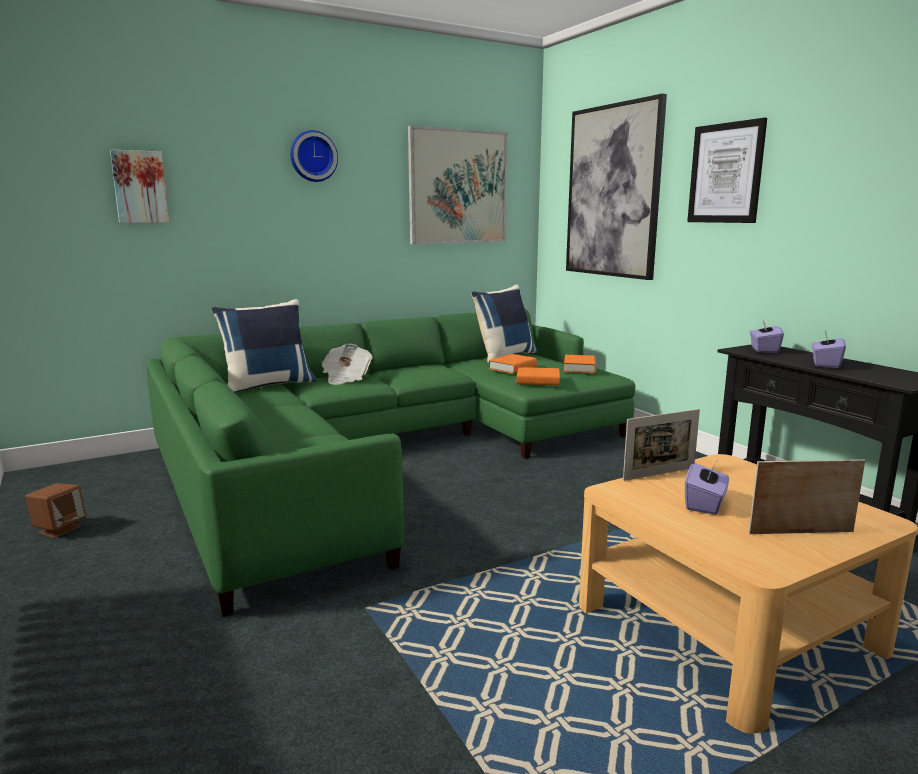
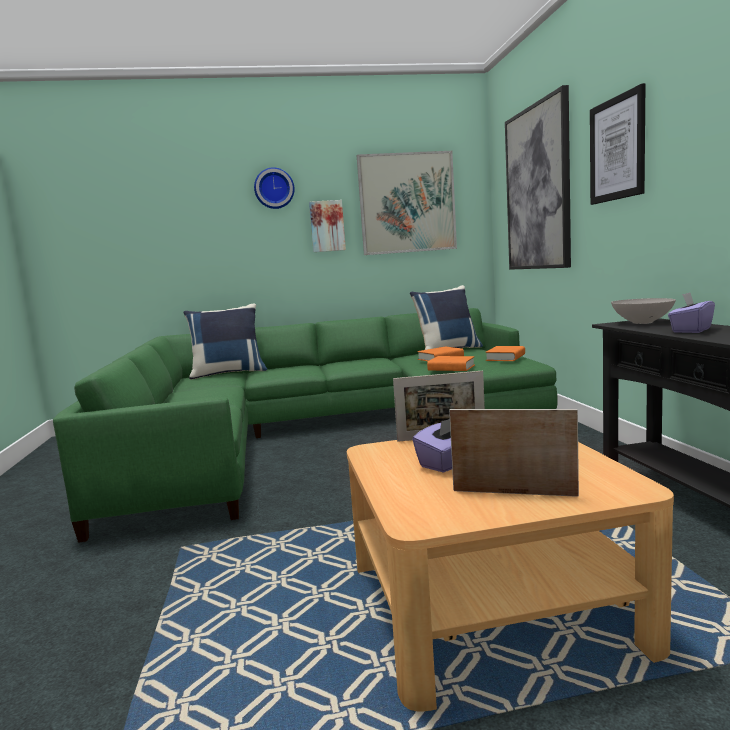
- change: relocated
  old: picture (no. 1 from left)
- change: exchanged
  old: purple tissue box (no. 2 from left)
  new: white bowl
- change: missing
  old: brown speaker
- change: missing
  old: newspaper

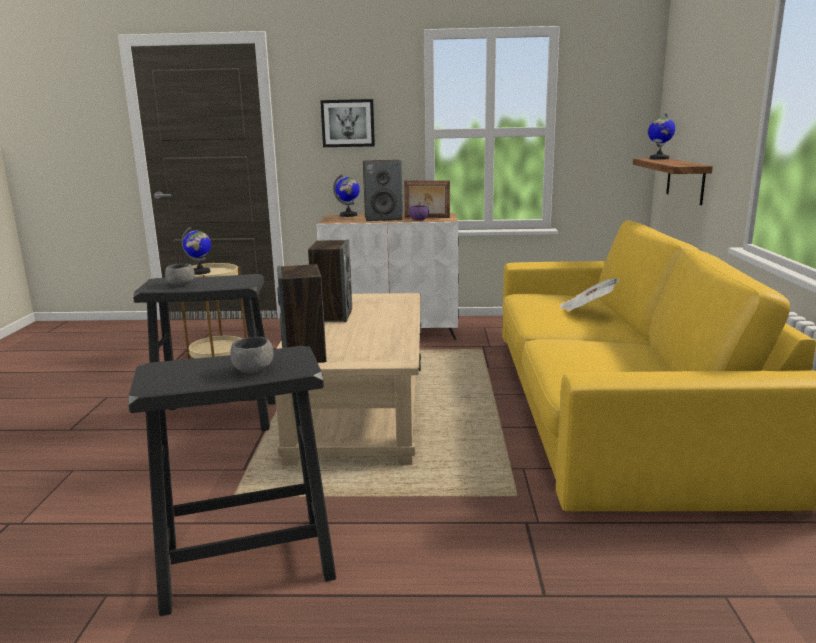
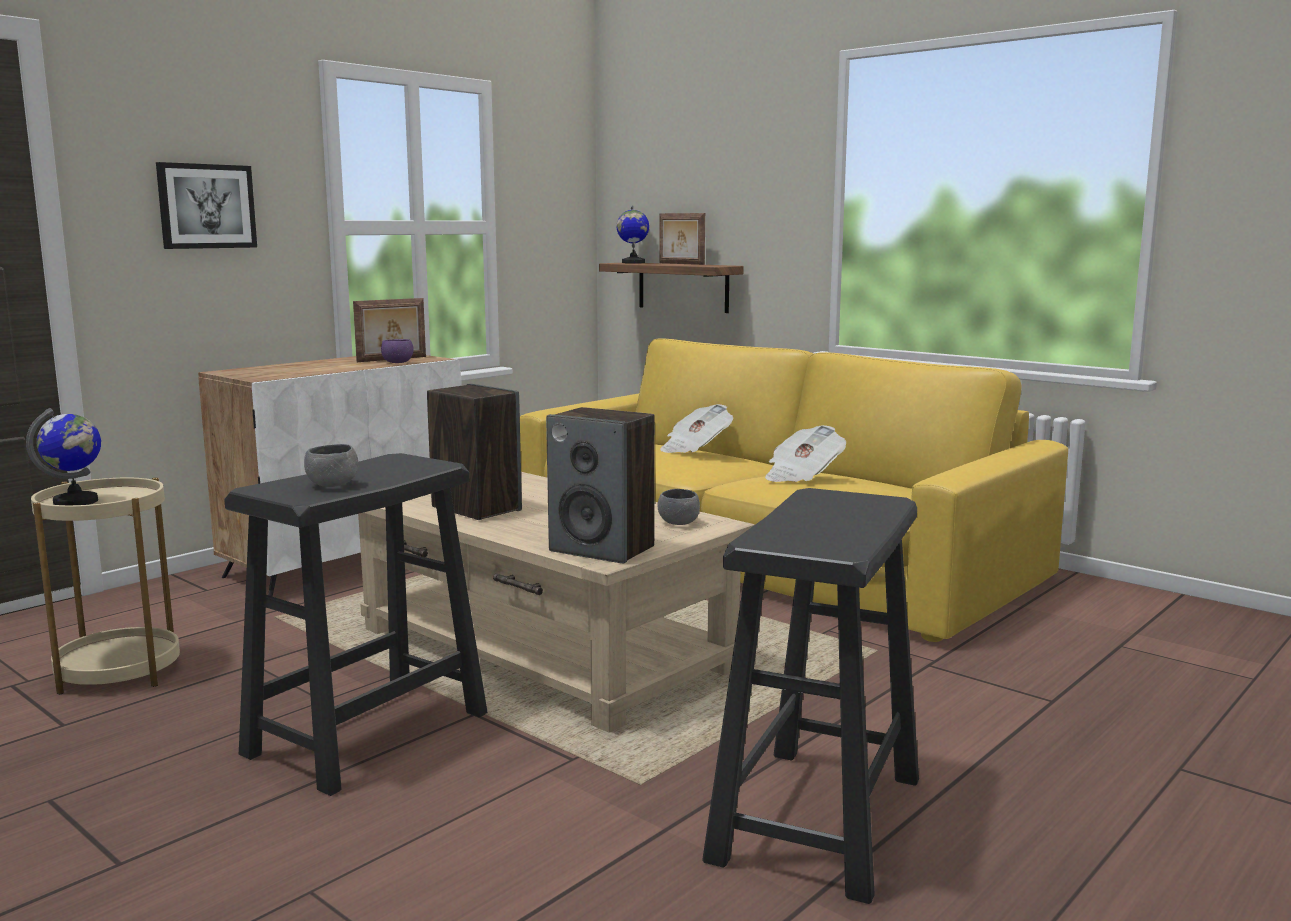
- change: relocated
  old: grey bowl (no. 2 from left)
- change: appeared
  new: picture frame (no. 2 from left)
- change: appeared
  new: newspaper (no. 2 from left)
- change: missing
  old: globe (no. 2 from left)
- change: missing
  old: speaker (no. 3 from left)

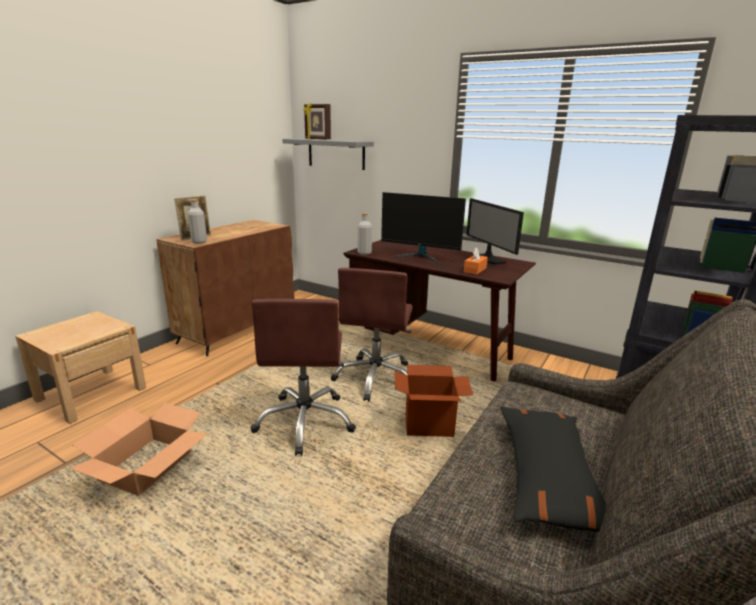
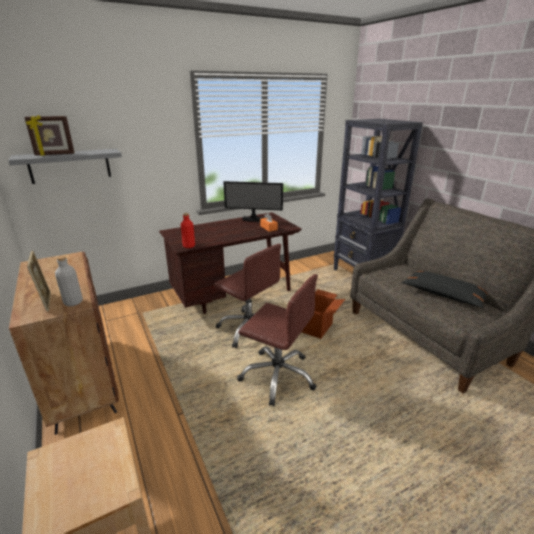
- change: colour
  old: grey bottle (no. 2 from left)
  new: red bottle
- change: missing
  old: cardboard box (no. 1 from left)
- change: missing
  old: monitor (no. 1 from left)

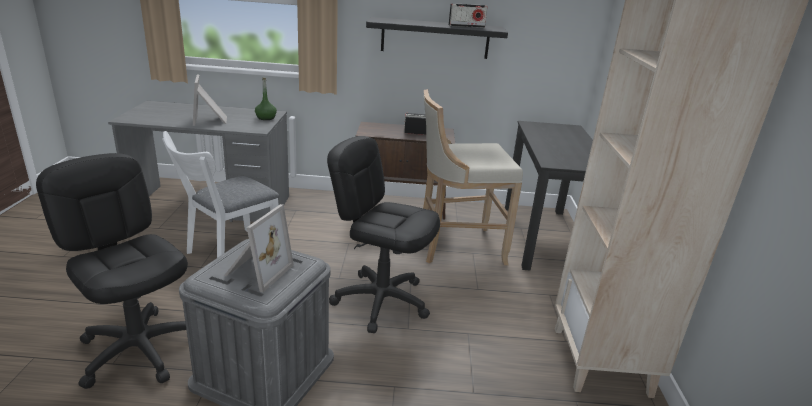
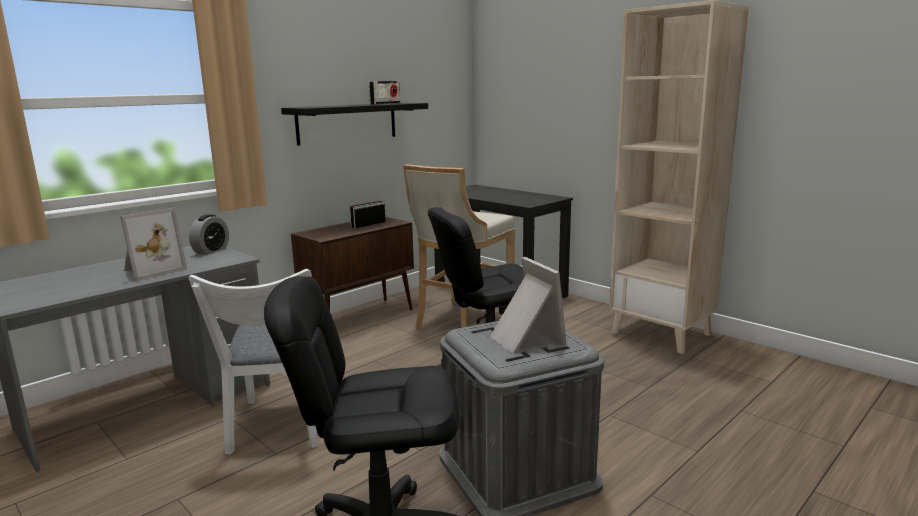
- change: spun
  old: picture frame (no. 1 from left)
  degrees: -75
- change: exchanged
  old: green bottle
  new: alarm clock

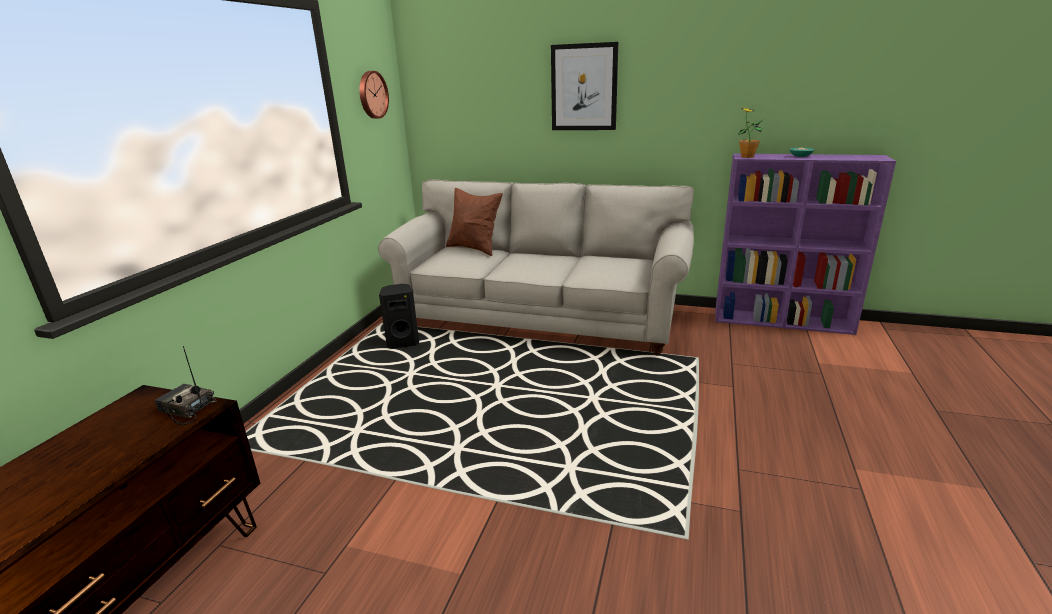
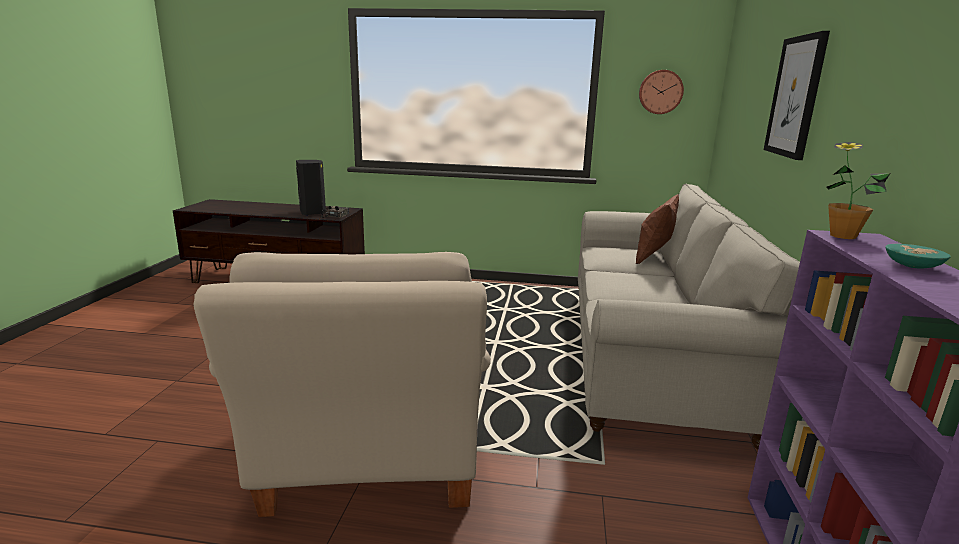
- change: appeared
  new: beige armchair
- change: relocated
  old: black speaker

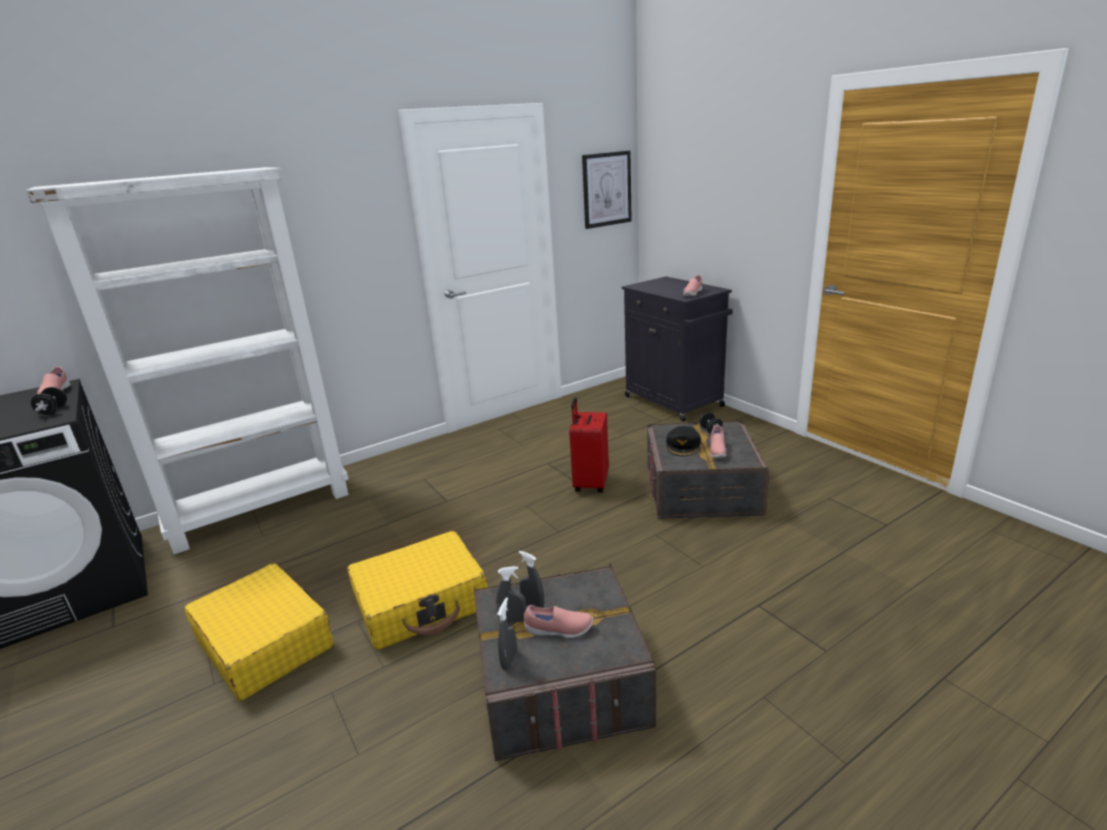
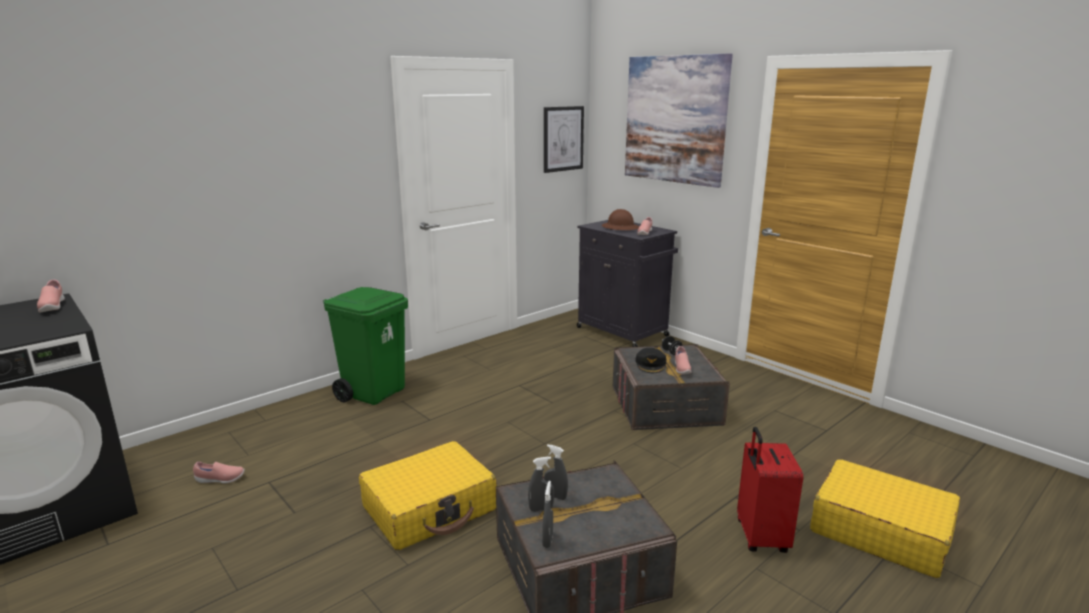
- change: relocated
  old: pink shoe (no. 2 from left)
- change: appeared
  new: green trash can
- change: appeared
  new: brown hard hat
- change: appeared
  new: picture (no. 2 from left)
- change: relocated
  old: red suitcase
- change: relocated
  old: yellow suitcase (no. 1 from left in the first image)
  new: yellow suitcase (no. 2 from left)
- change: missing
  old: white bookcase
- change: missing
  old: black dumbbell (no. 1 from left)

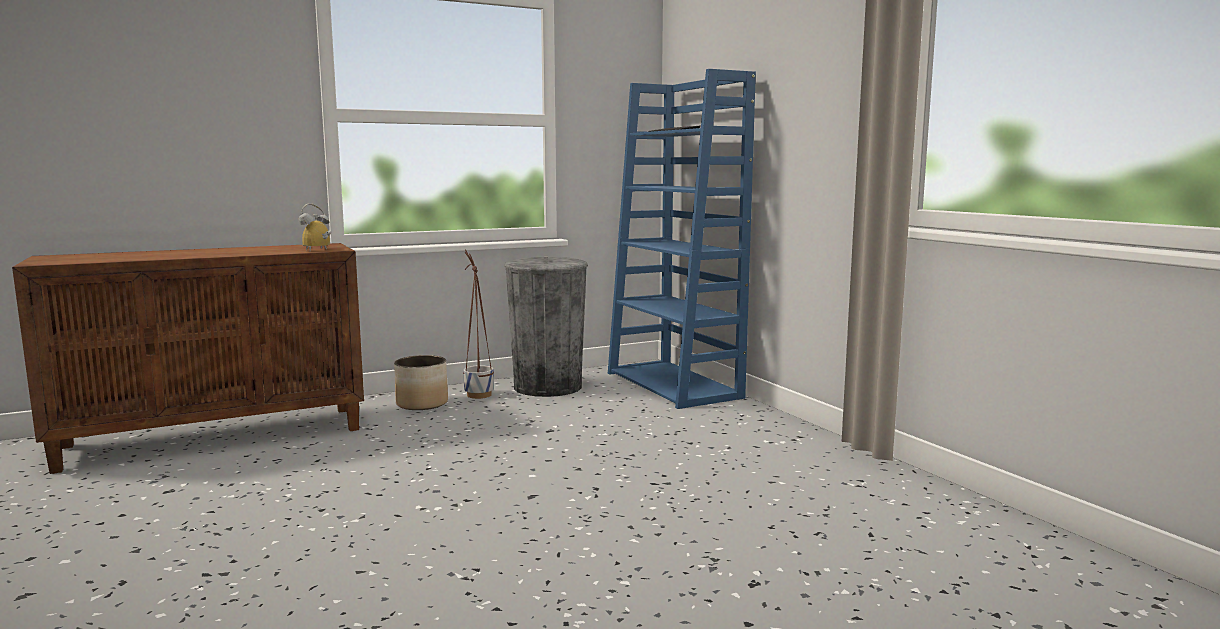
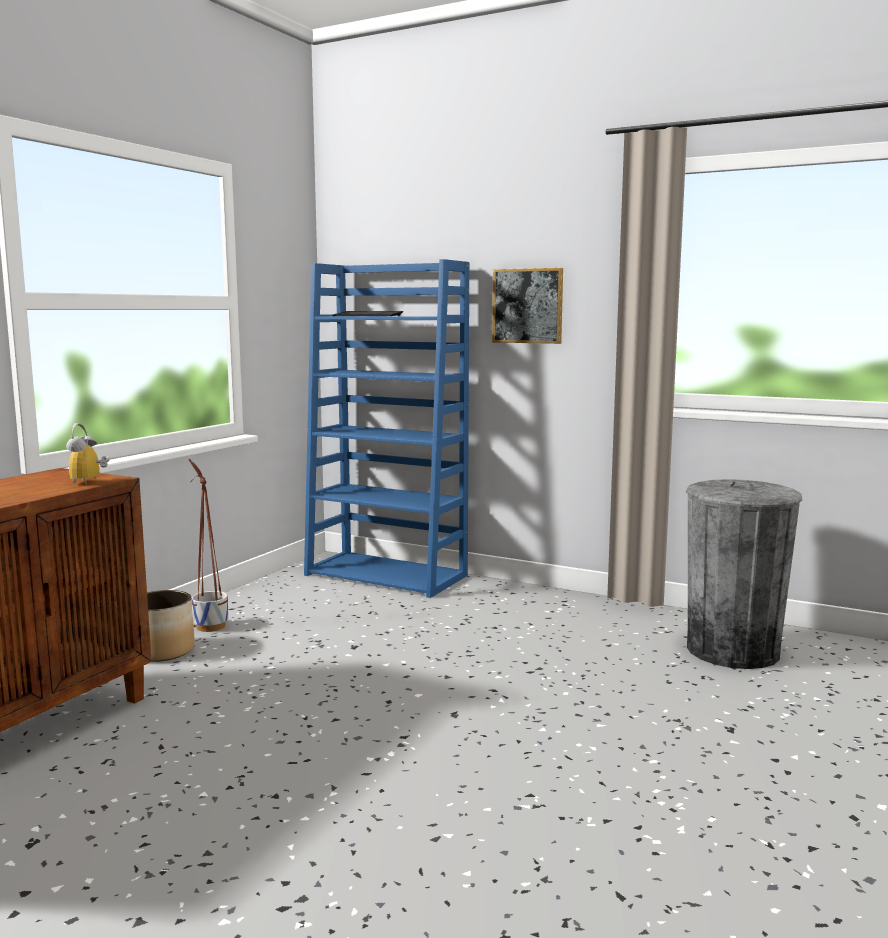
- change: appeared
  new: picture
- change: relocated
  old: grey trash can

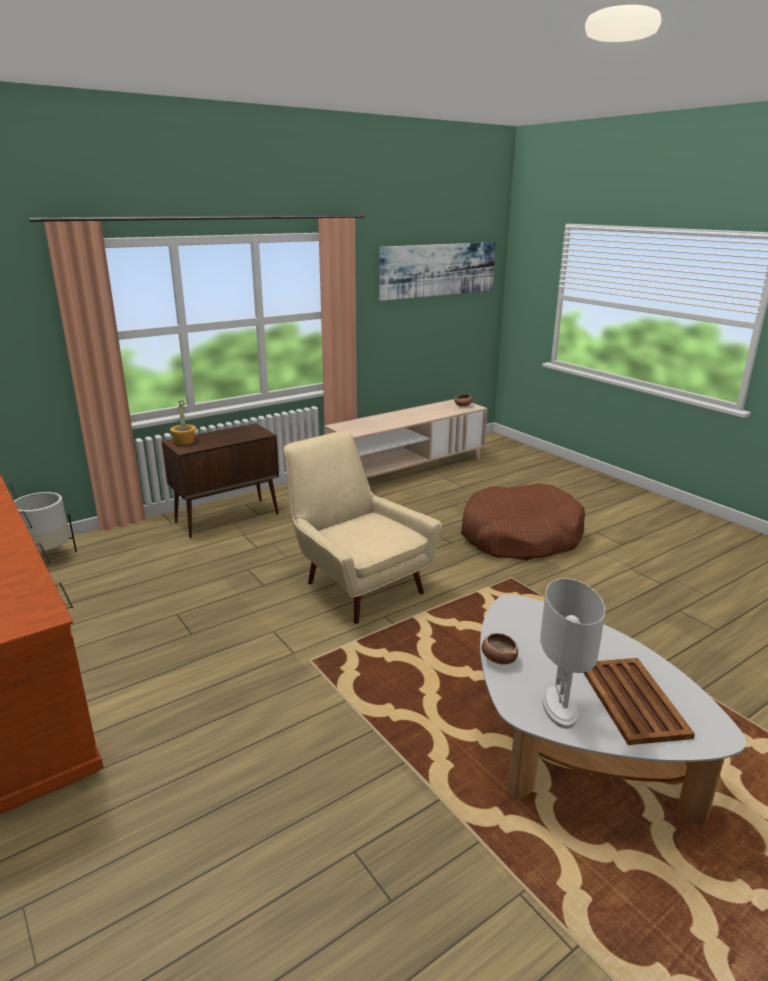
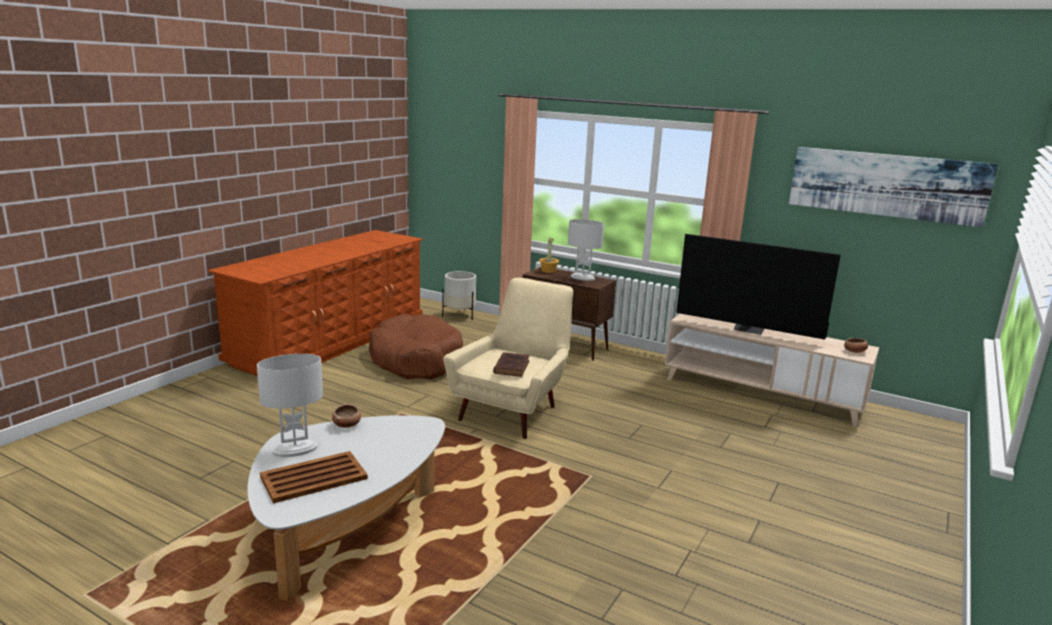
- change: relocated
  old: brown dog bed
- change: appeared
  new: brown book
- change: appeared
  new: white table lamp (no. 2 from left)
- change: appeared
  new: television

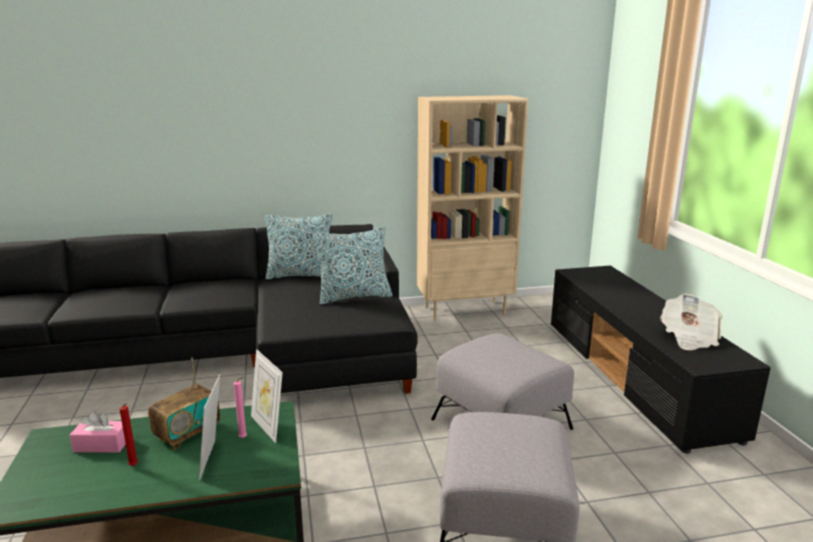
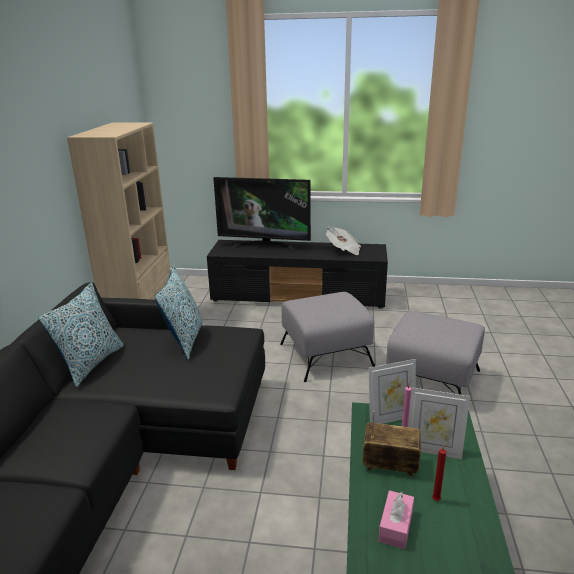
- change: appeared
  new: television
- change: spun
  old: radio
  degrees: -45

